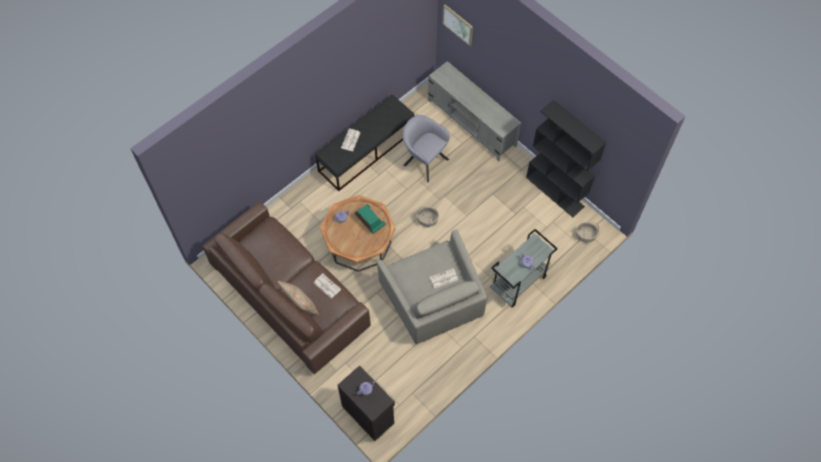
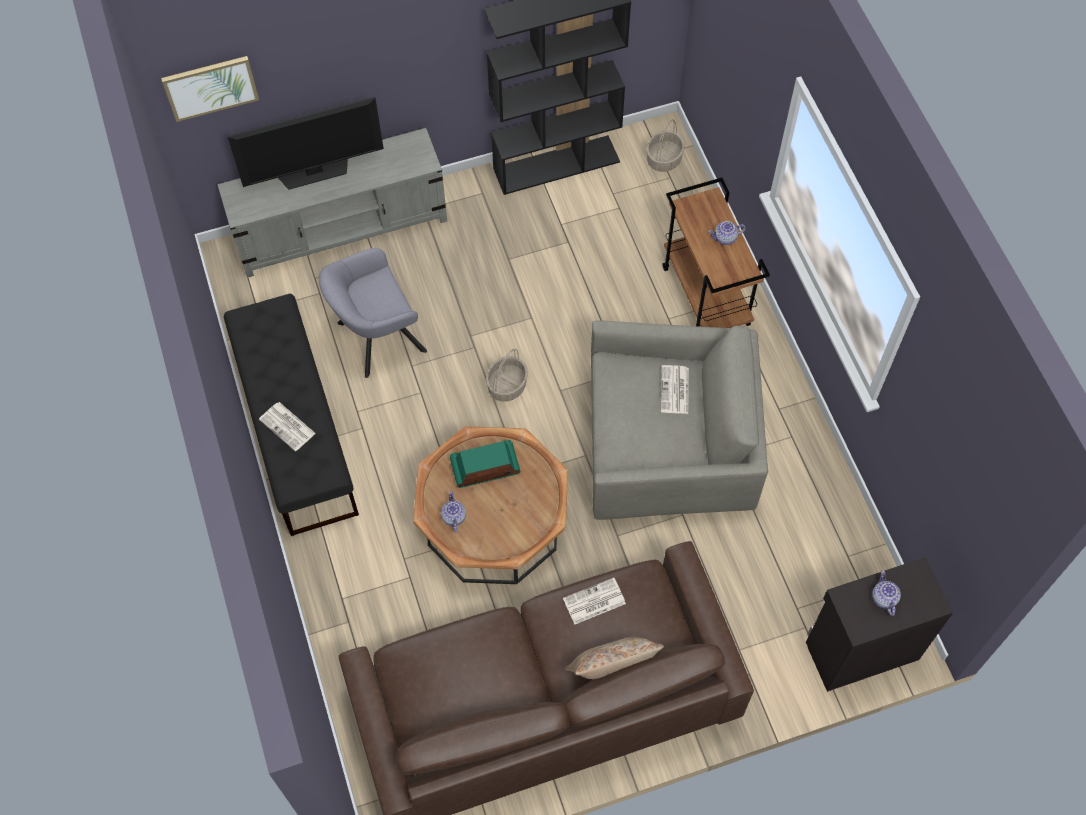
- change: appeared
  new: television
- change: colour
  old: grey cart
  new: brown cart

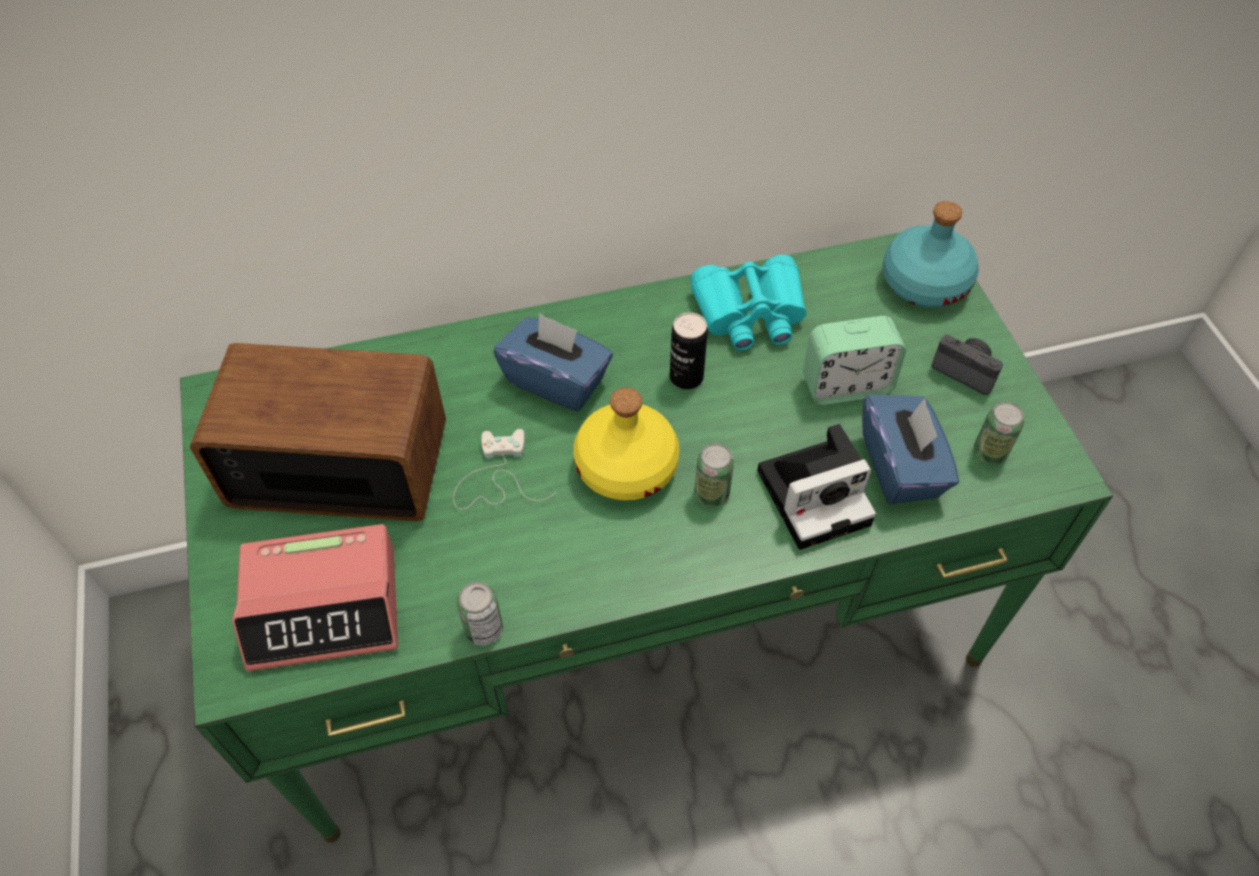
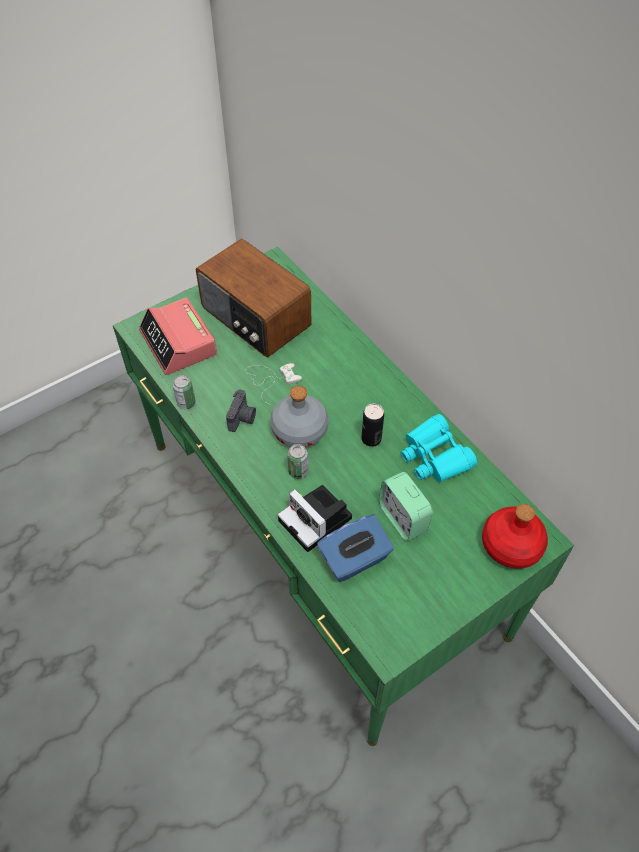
- change: spun
  old: radio
  degrees: 150
- change: relocated
  old: photo camera (no. 2 from left in the first image)
  new: photo camera (no. 1 from left)
- change: colour
  old: yellow bottle
  new: grey bottle
- change: colour
  old: turquoise bottle
  new: red bottle
- change: missing
  old: blue tissue box (no. 1 from left)
- change: missing
  old: can (no. 4 from left)

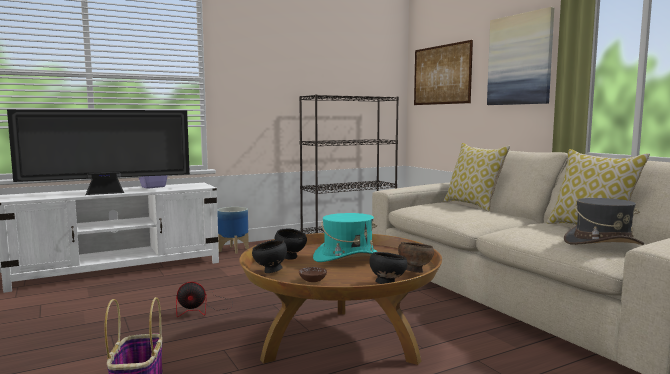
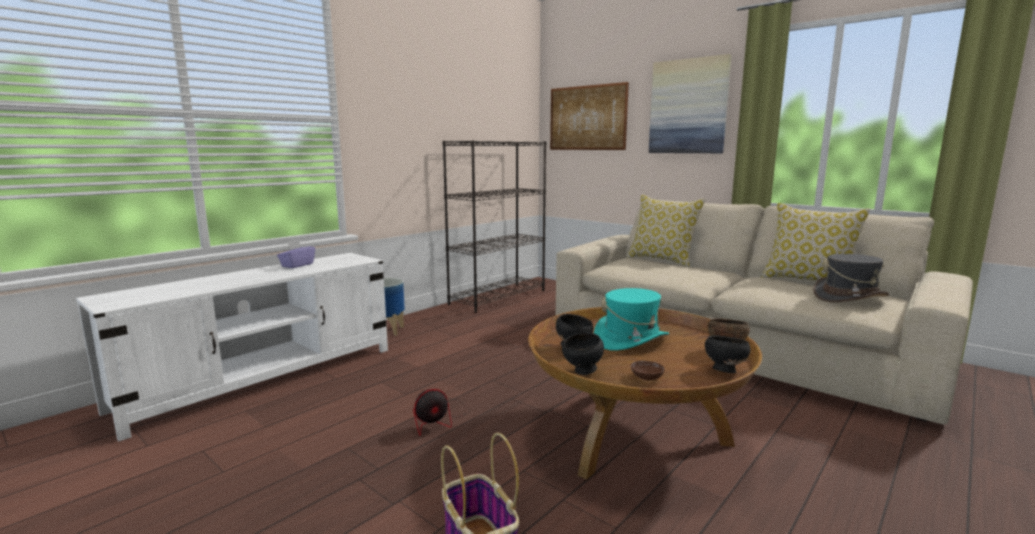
- change: missing
  old: television

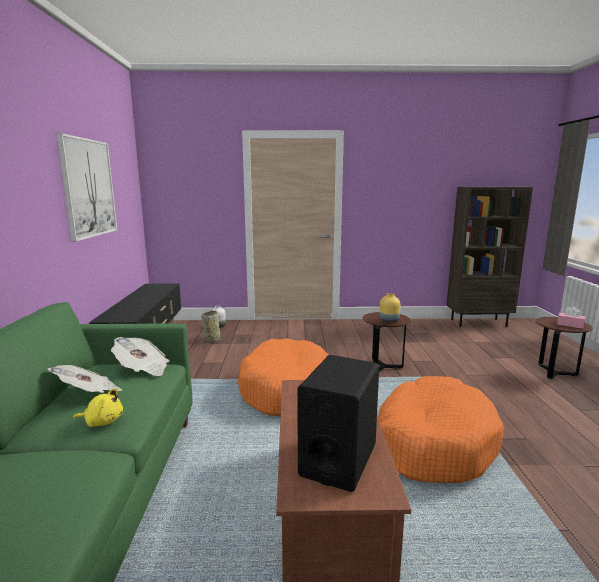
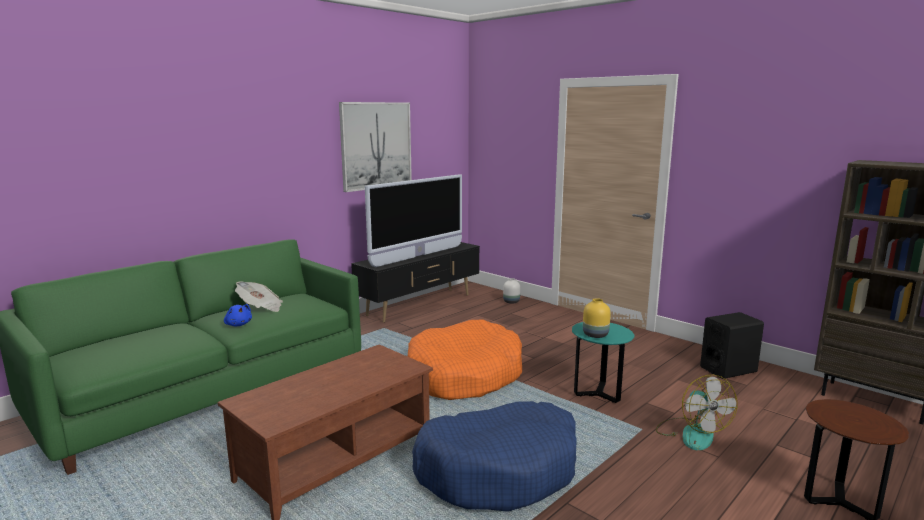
- change: colour
  old: yellow plush toy
  new: blue plush toy
- change: appeared
  new: television
- change: colour
  old: orange dog bed (no. 2 from left)
  new: blue dog bed
- change: colour
  old: brown side table (no. 1 from left)
  new: turquoise side table
- change: appeared
  new: fan
- change: relocated
  old: black speaker
- change: missing
  old: newspaper (no. 2 from left)
- change: missing
  old: basket
- change: missing
  old: pink tissue box

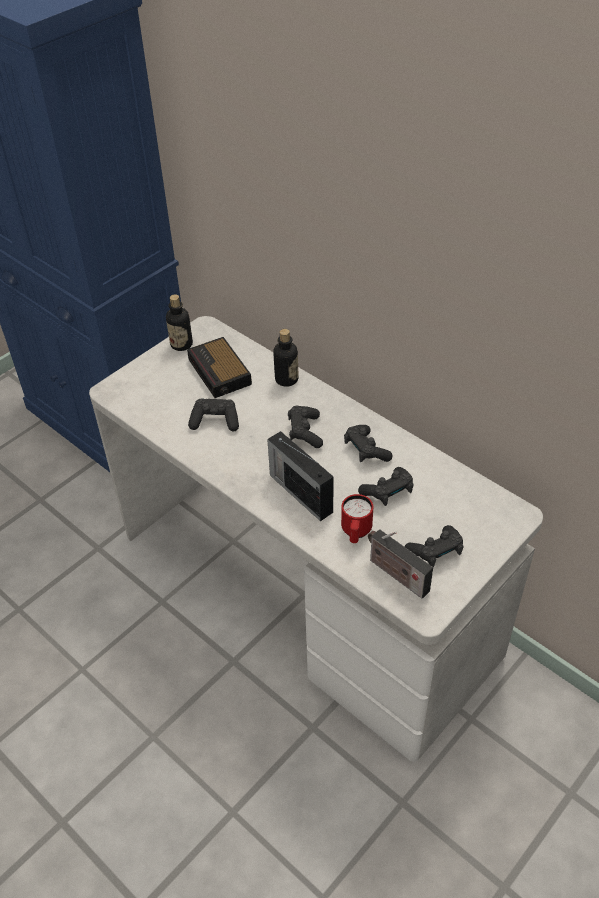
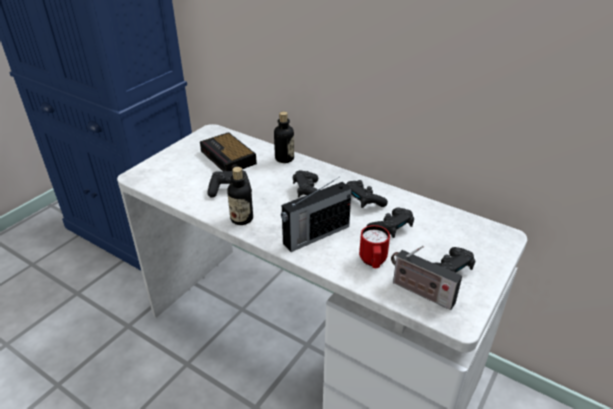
- change: relocated
  old: bottle (no. 1 from left)
- change: spun
  old: radio (no. 1 from left)
  degrees: -75

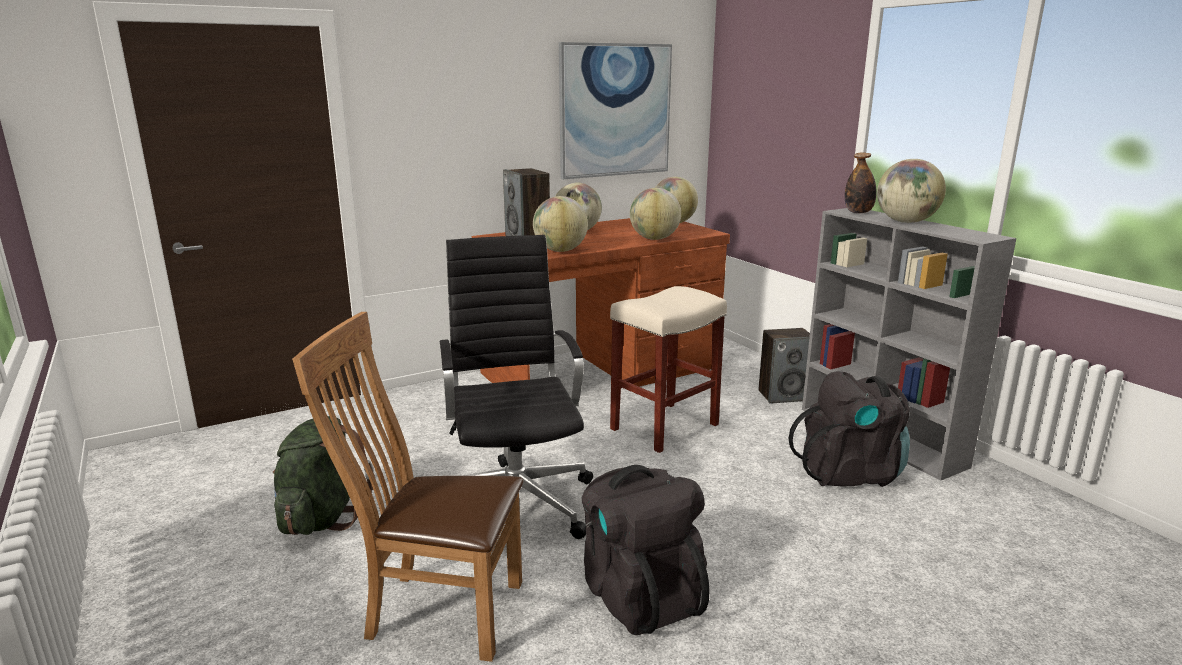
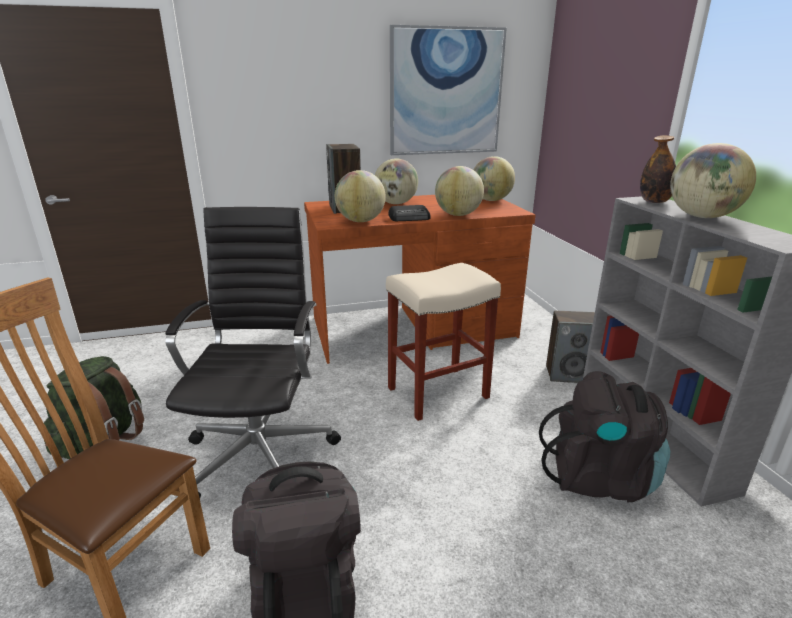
- change: appeared
  new: radio

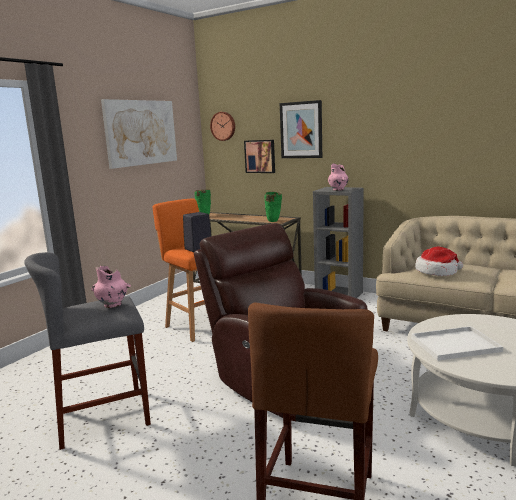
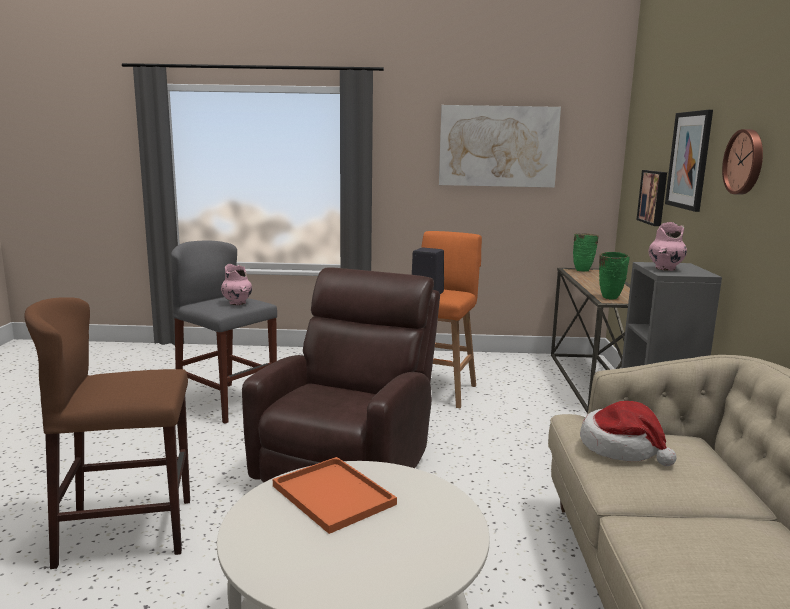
- change: colour
  old: white tray
  new: orange tray
- change: relocated
  old: wall clock

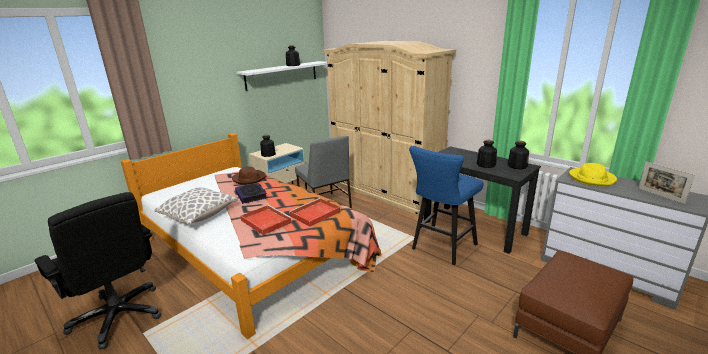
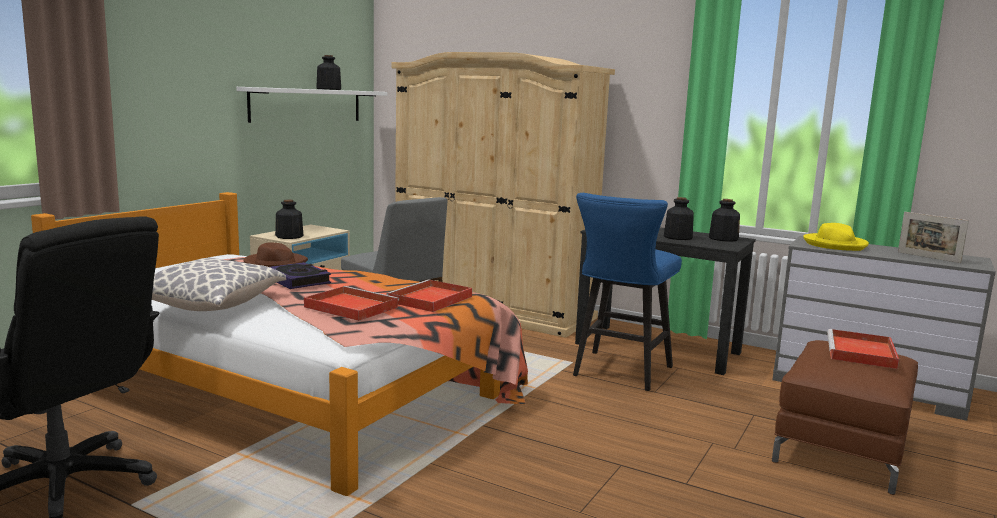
- change: appeared
  new: red tray (no. 3 from left)

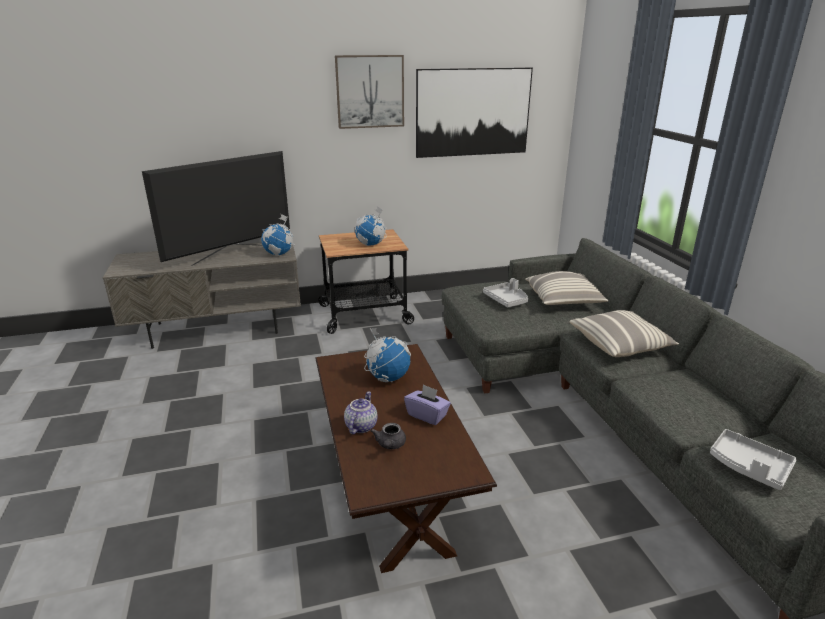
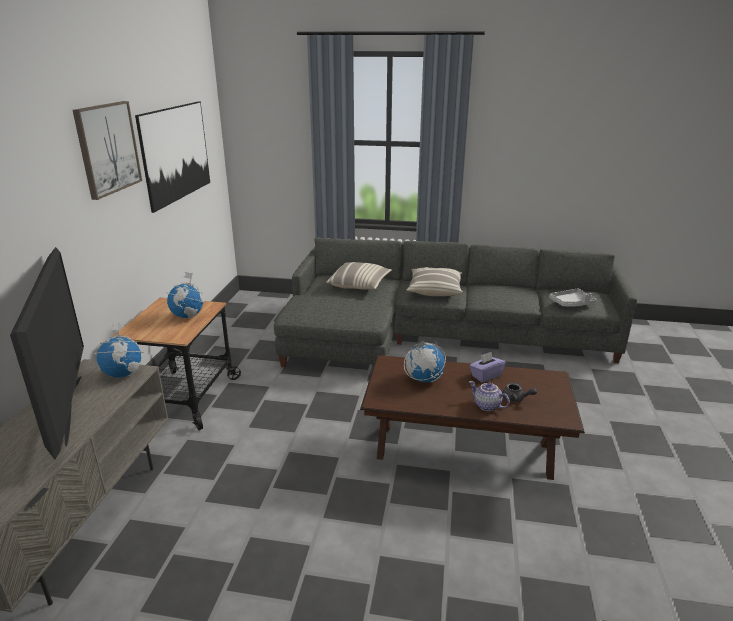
- change: missing
  old: grey tray (no. 1 from left)

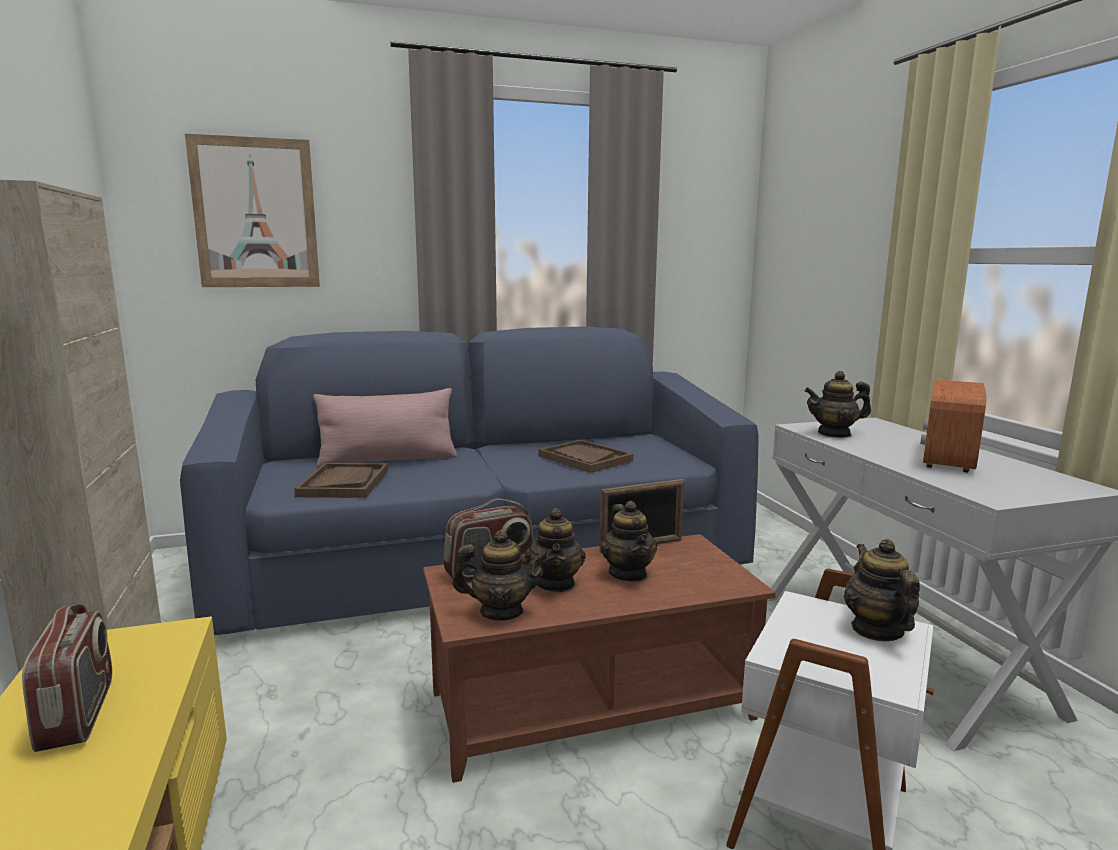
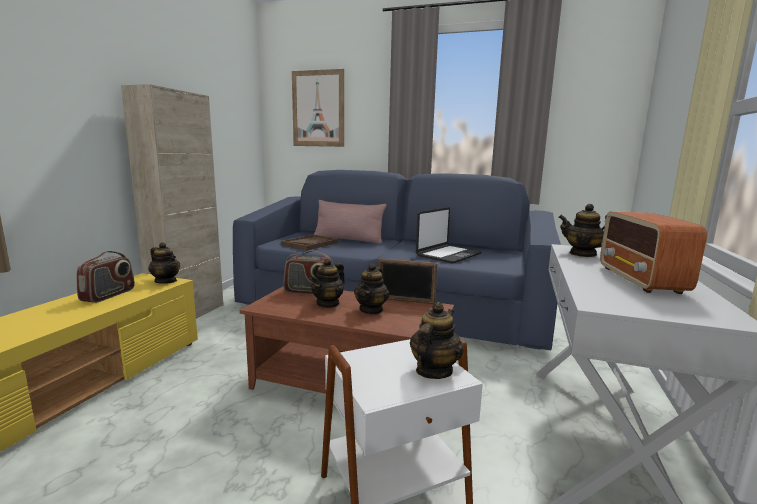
- change: relocated
  old: teapot (no. 1 from left)
- change: exchanged
  old: brown tray (no. 2 from left)
  new: laptop
- change: spun
  old: radio (no. 3 from left)
  degrees: -60

